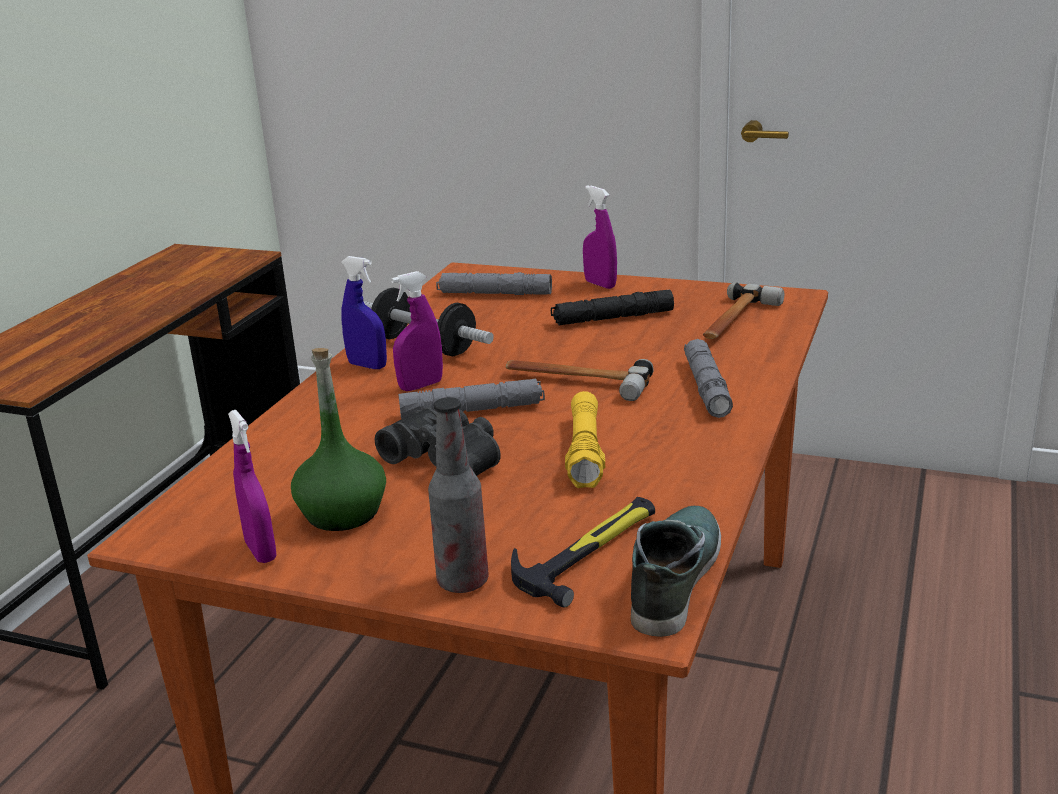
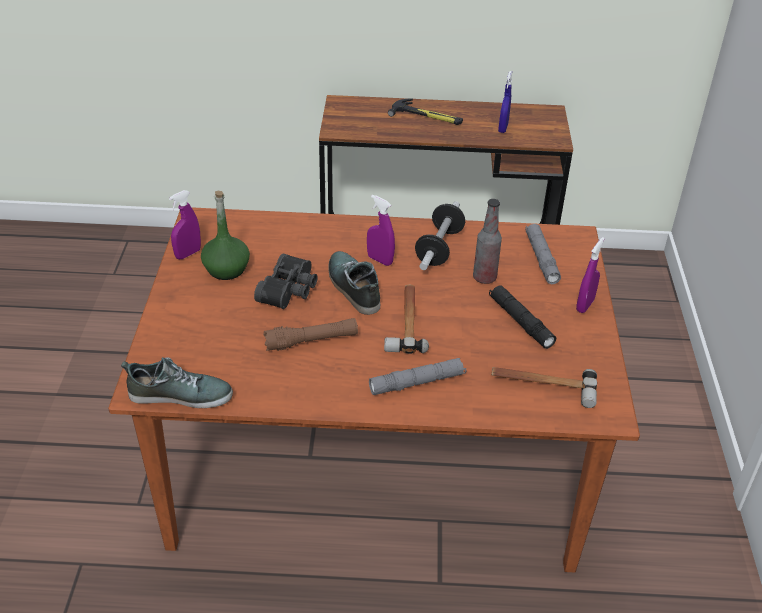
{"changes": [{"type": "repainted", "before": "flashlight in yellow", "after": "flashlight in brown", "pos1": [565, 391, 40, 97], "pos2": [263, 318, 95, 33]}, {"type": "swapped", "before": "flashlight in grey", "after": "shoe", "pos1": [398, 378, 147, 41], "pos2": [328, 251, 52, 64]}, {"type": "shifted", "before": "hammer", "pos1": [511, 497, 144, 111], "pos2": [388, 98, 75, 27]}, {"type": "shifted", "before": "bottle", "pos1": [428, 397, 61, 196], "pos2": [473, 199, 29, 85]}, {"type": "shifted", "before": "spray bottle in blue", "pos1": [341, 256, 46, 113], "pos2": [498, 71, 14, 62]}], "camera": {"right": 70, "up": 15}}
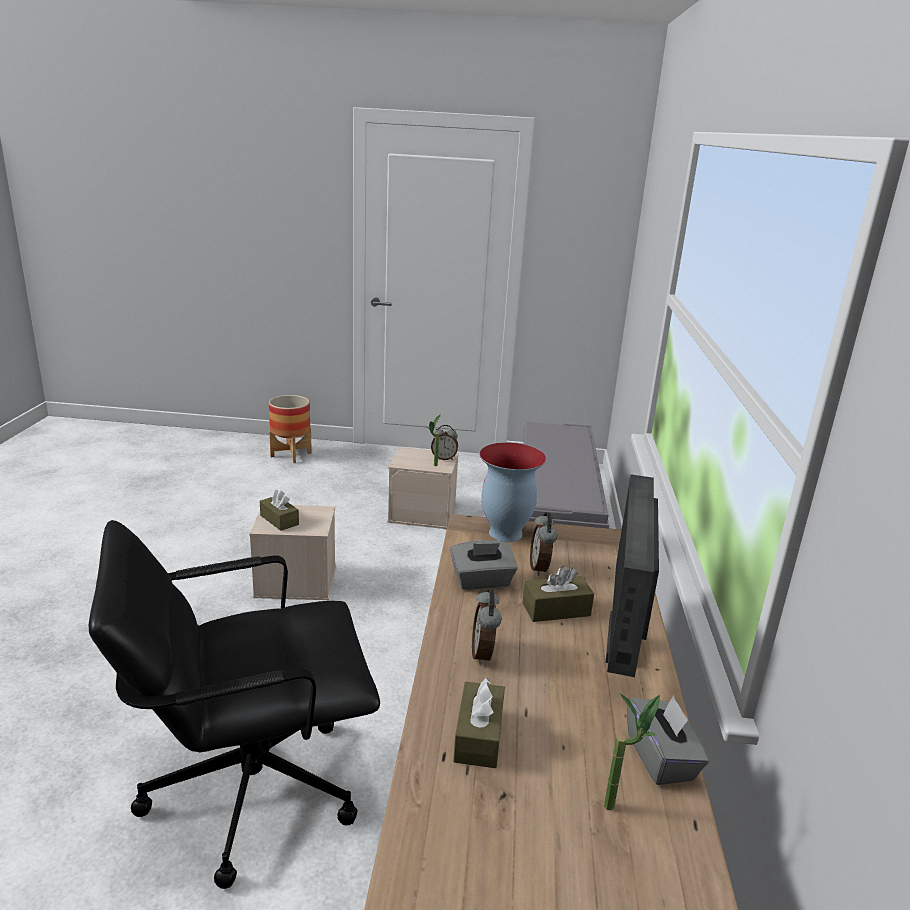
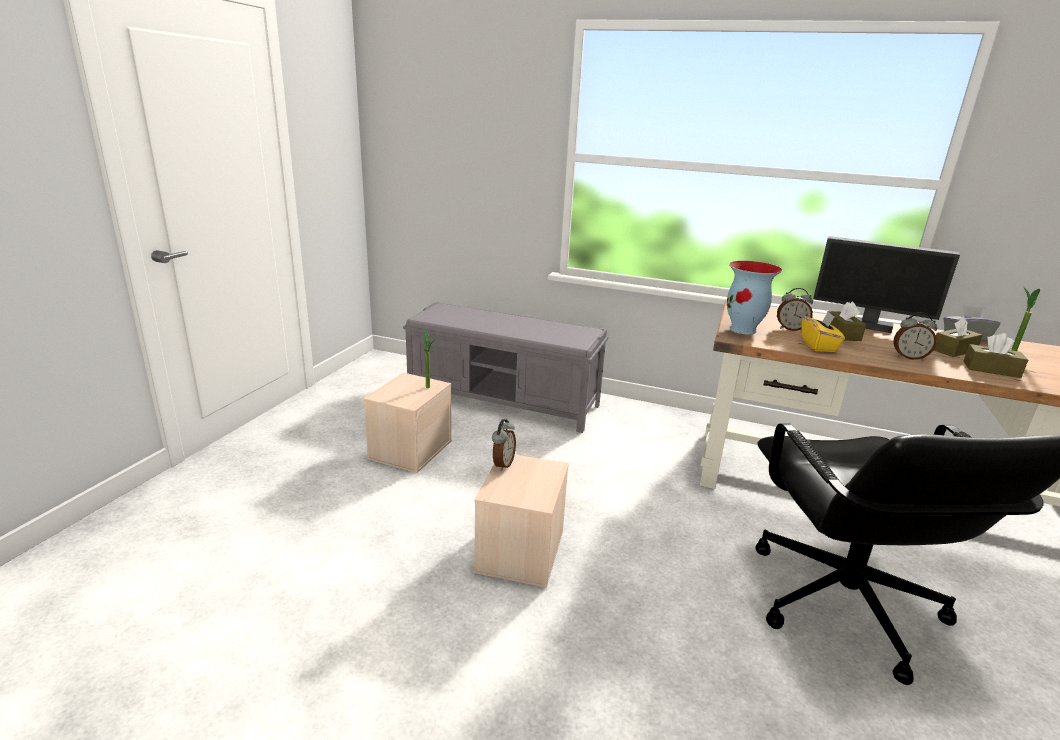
{"changes": [{"type": "shifted", "before": "alarm clock", "pos1": [431, 425, 27, 35], "pos2": [492, 419, 24, 52]}, {"type": "repainted", "before": "tissue box in grey", "after": "tissue box in yellow", "pos1": [450, 540, 68, 50], "pos2": [801, 311, 44, 41]}, {"type": "shifted", "before": "tissue box in brown", "pos1": [260, 489, 39, 42], "pos2": [934, 317, 49, 40]}, {"type": "gone", "before": "planter", "pos1": [269, 395, 43, 68]}], "camera": {"right": -75, "up": 0}}
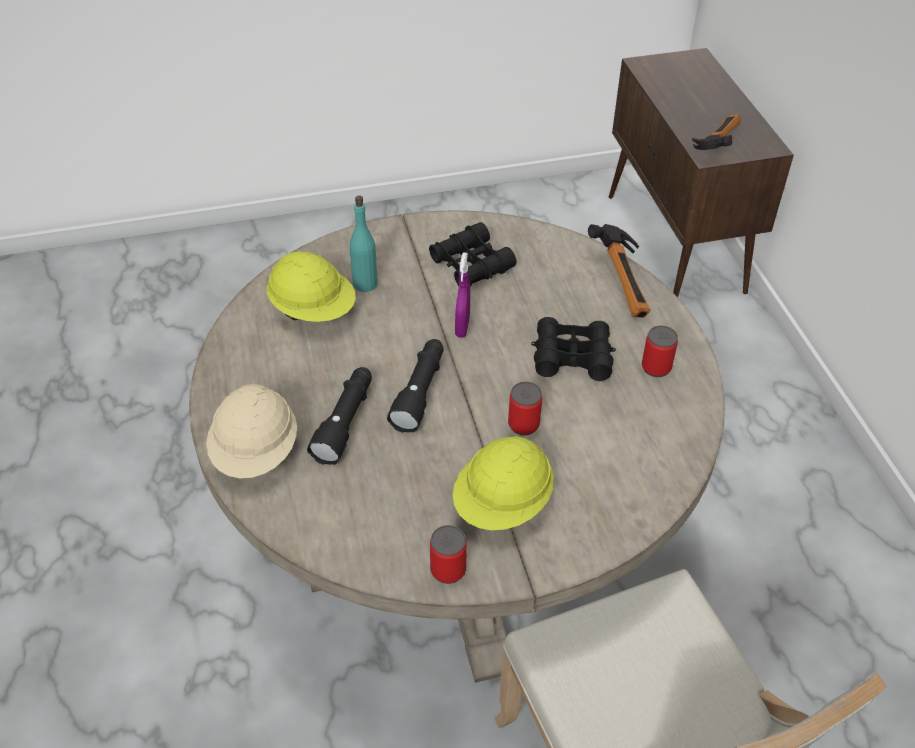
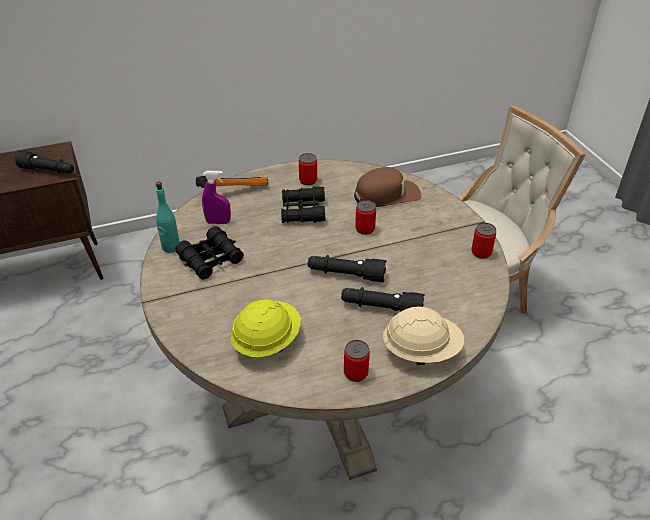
{"changes": [{"type": "swapped", "before": "hammer", "after": "flashlight in black", "pos1": [692, 114, 49, 36], "pos2": [15, 151, 59, 23]}, {"type": "shifted", "before": "bottle in turquoise", "pos1": [350, 195, 28, 97], "pos2": [156, 182, 24, 71]}, {"type": "shifted", "before": "spray bottle in purple", "pos1": [455, 252, 15, 86], "pos2": [202, 171, 29, 53]}, {"type": "new", "after": "can", "pos2": [344, 340, 26, 42]}, {"type": "new", "after": "cap in brown", "pos2": [354, 167, 67, 40]}, {"type": "gone", "before": "hard hat in yellow", "pos1": [453, 436, 101, 94]}], "camera": {"right": -95, "up": -5}}
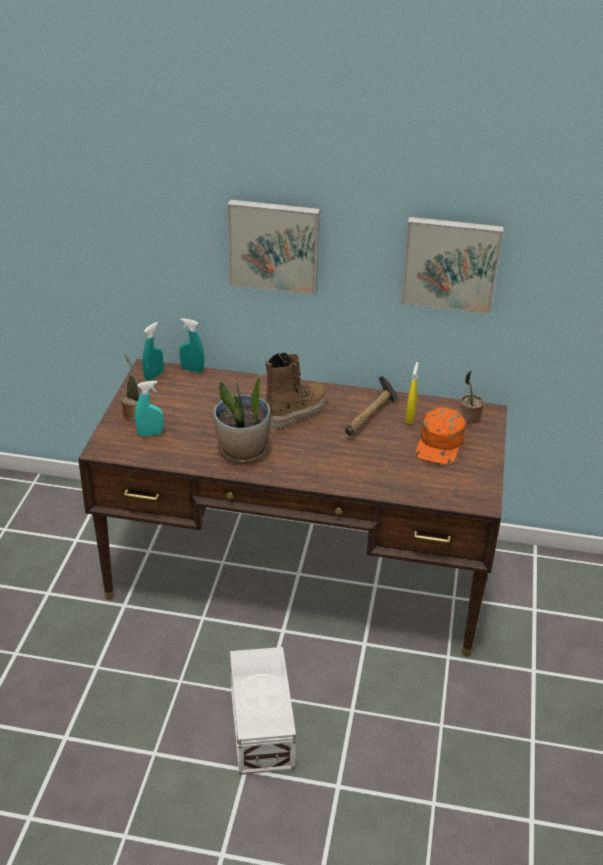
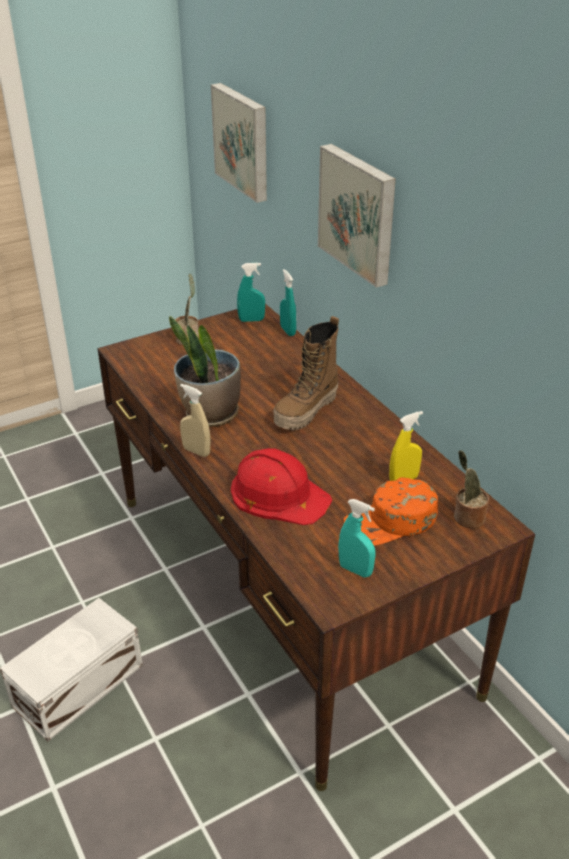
{"changes": [{"type": "new", "after": "spray bottle in beige", "pos2": [180, 384, 31, 73]}, {"type": "shifted", "before": "picture", "pos1": [400, 217, 104, 97], "pos2": [211, 83, 56, 120]}, {"type": "new", "after": "hard hat in red", "pos2": [231, 448, 101, 77]}, {"type": "rotated", "before": "boot", "pos1": [265, 353, 62, 78], "pos2": [274, 316, 65, 114], "turn": 120}, {"type": "shifted", "before": "spray bottle in turquoise", "pos1": [135, 381, 29, 56], "pos2": [338, 499, 38, 78]}, {"type": "gone", "before": "hammer", "pos1": [345, 376, 54, 60]}], "camera": {"right": 50, "up": 0}}
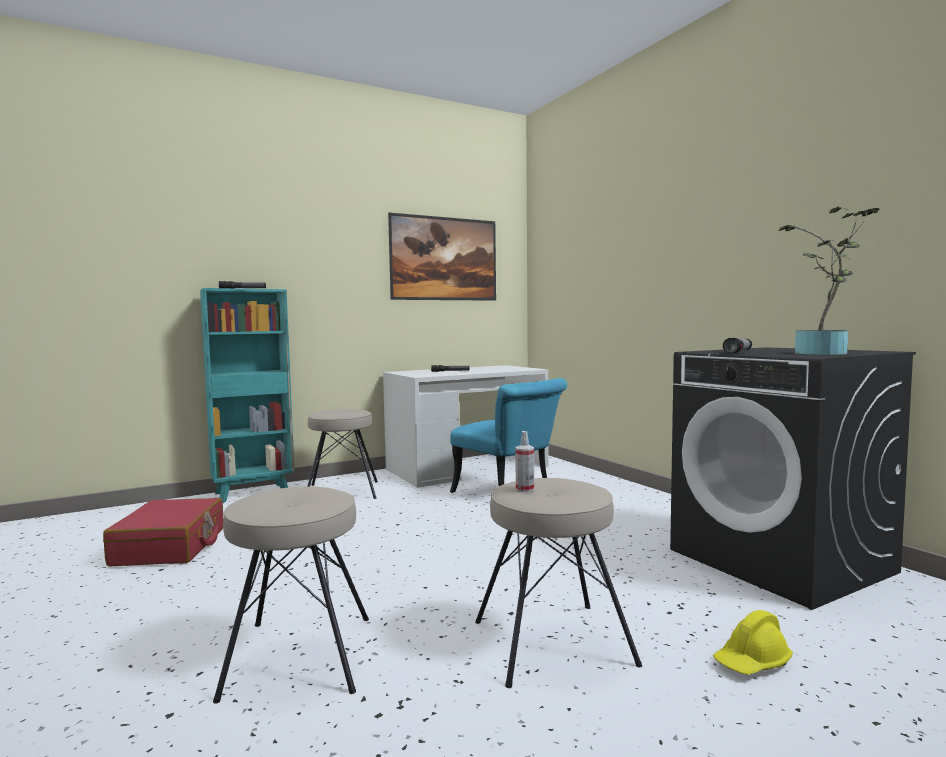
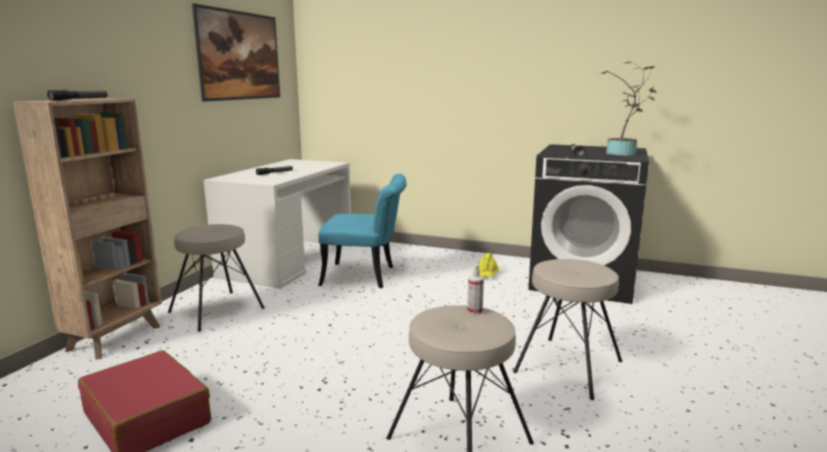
{"changes": [{"type": "repainted", "before": "bookcase in turquoise", "after": "bookcase in brown", "pos1": [200, 288, 95, 215], "pos2": [13, 98, 149, 261]}, {"type": "shifted", "before": "spray bottle", "pos1": [515, 431, 19, 61], "pos2": [467, 264, 17, 51]}, {"type": "shifted", "before": "hard hat in yellow", "pos1": [713, 610, 80, 65], "pos2": [478, 253, 21, 24]}], "camera": {"right": -40, "up": 10}}
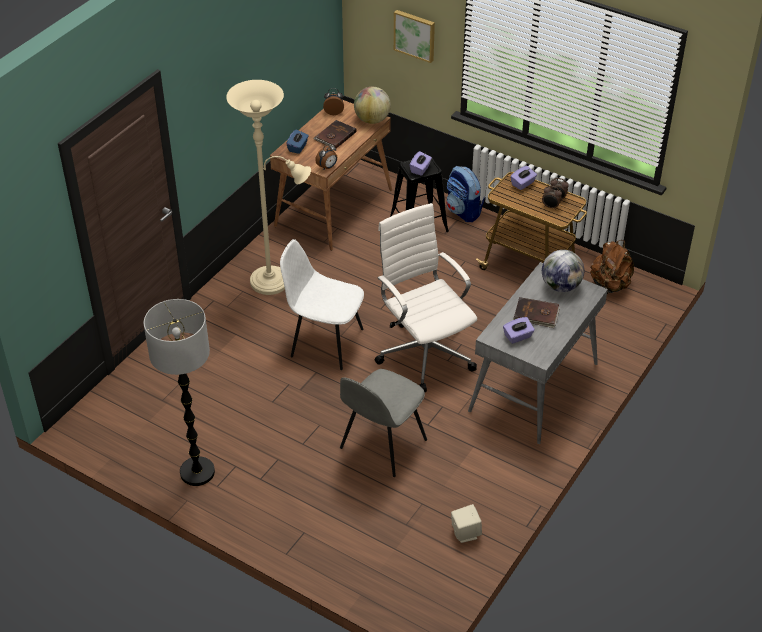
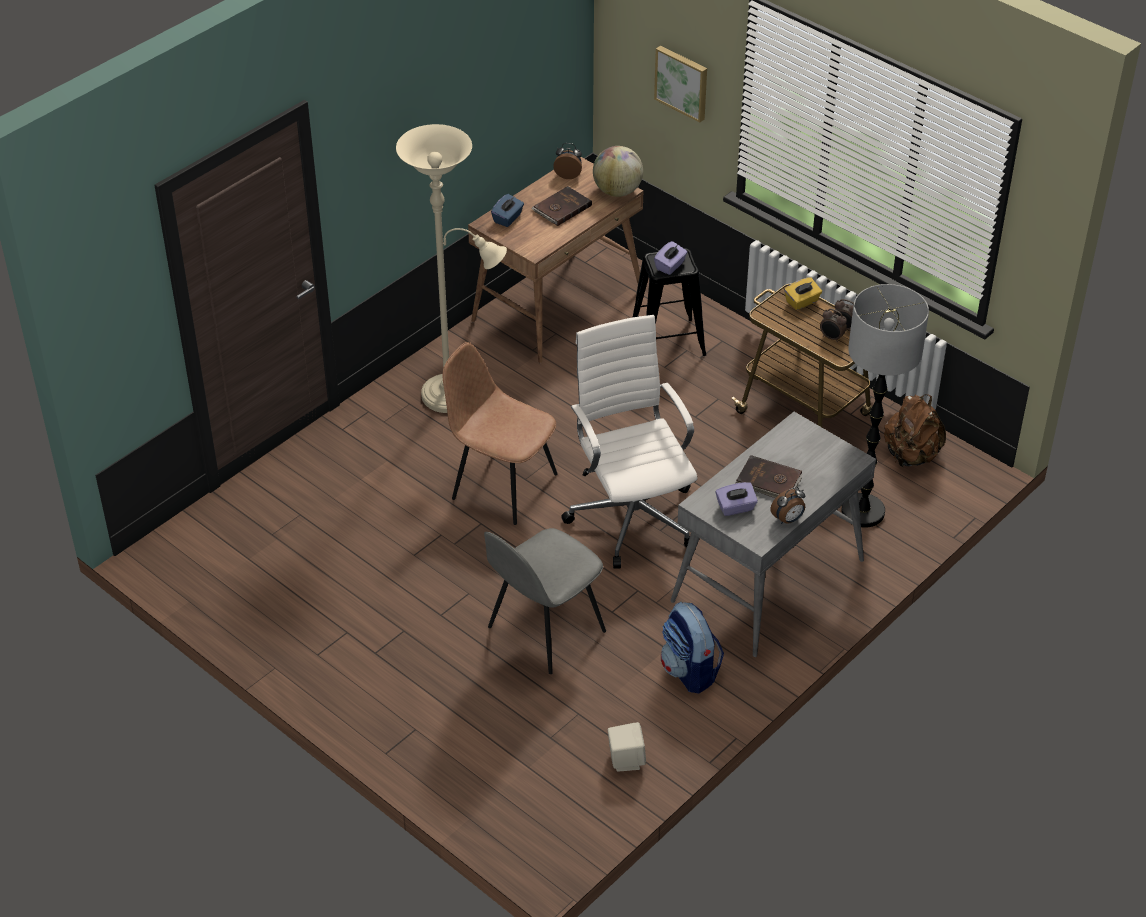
{"changes": [{"type": "repainted", "before": "chair in white", "after": "chair in brown", "pos1": [280, 239, 84, 131], "pos2": [443, 342, 115, 183]}, {"type": "shifted", "before": "backpack", "pos1": [446, 166, 39, 56], "pos2": [661, 602, 63, 92]}, {"type": "shifted", "before": "alarm clock", "pos1": [315, 143, 22, 26], "pos2": [770, 487, 35, 37]}, {"type": "repainted", "before": "tissue box in purple", "after": "tissue box in yellow", "pos1": [510, 166, 27, 24], "pos2": [784, 277, 38, 33]}, {"type": "shifted", "before": "floor lamp", "pos1": [144, 299, 71, 187], "pos2": [841, 284, 88, 244]}, {"type": "gone", "before": "globe", "pos1": [542, 250, 42, 42]}], "camera": {"right": 10, "up": 0}}
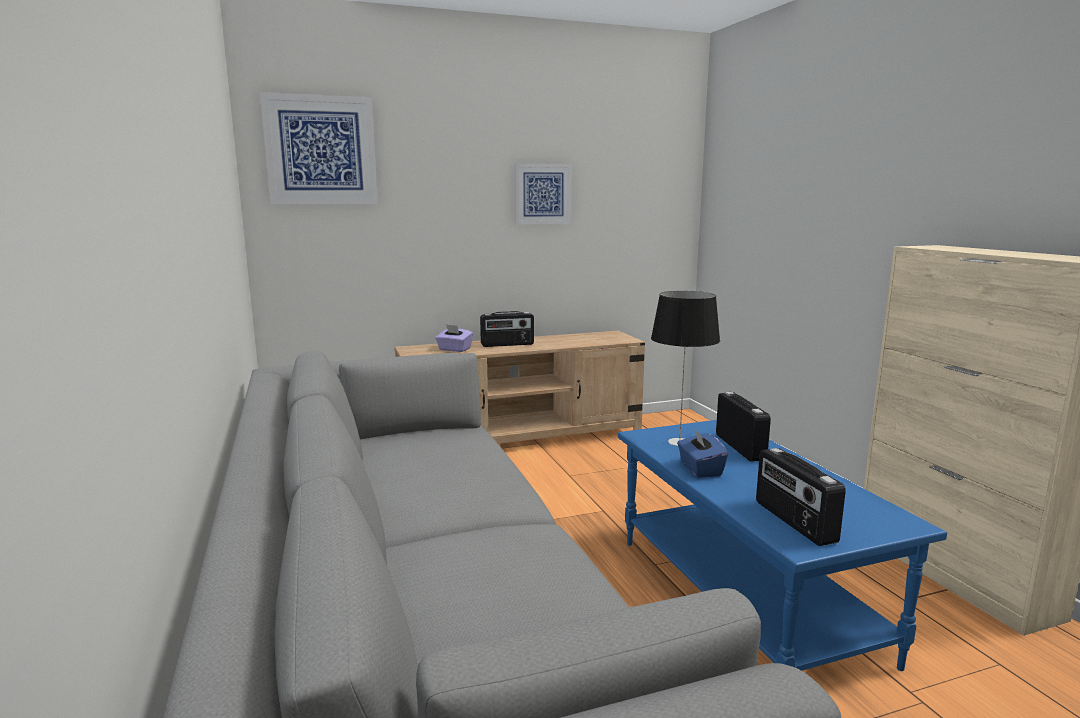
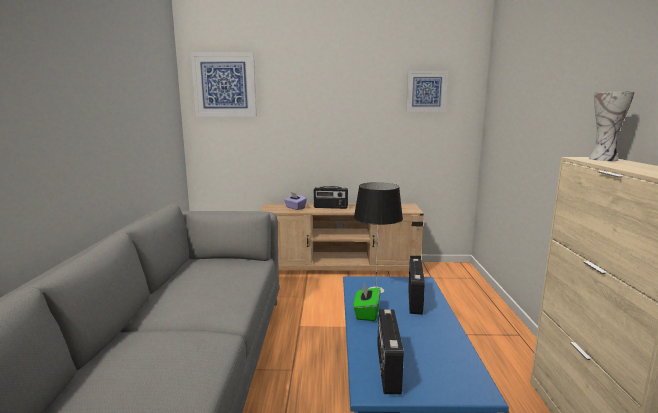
{"changes": [{"type": "repainted", "before": "tissue box in blue", "after": "tissue box in green", "pos1": [677, 428, 51, 50], "pos2": [353, 284, 28, 37]}, {"type": "shifted", "before": "picture", "pos1": [514, 163, 58, 62], "pos2": [406, 71, 42, 41]}, {"type": "new", "after": "vase", "pos2": [589, 92, 45, 69]}], "camera": {"right": 20, "up": 0}}
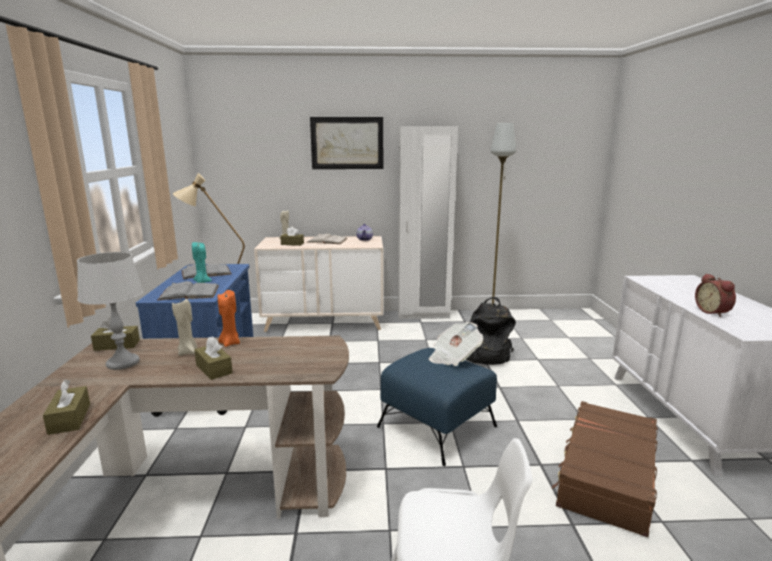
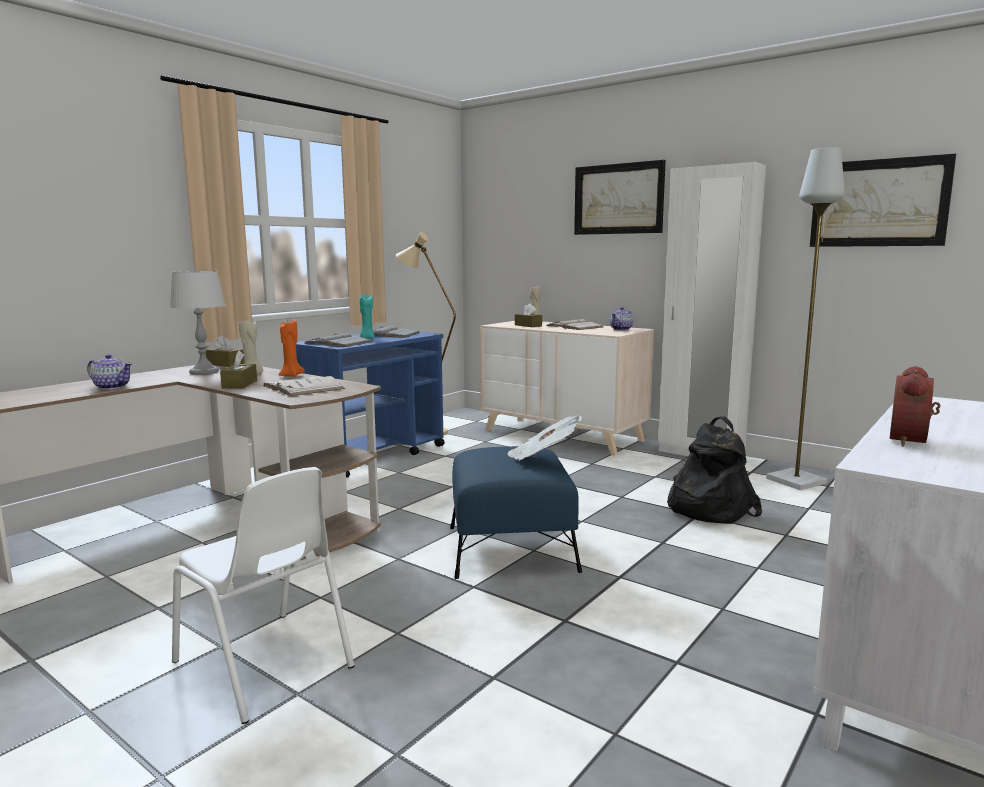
{"changes": [{"type": "swapped", "before": "tissue box in brown", "after": "teapot", "pos1": [43, 380, 47, 55], "pos2": [87, 354, 45, 36]}, {"type": "new", "after": "book in white", "pos2": [263, 376, 82, 20]}, {"type": "new", "after": "picture", "pos2": [810, 154, 146, 93]}, {"type": "gone", "before": "suitcase in brown", "pos1": [552, 401, 106, 136]}], "camera": {"right": 40, "up": -5}}
